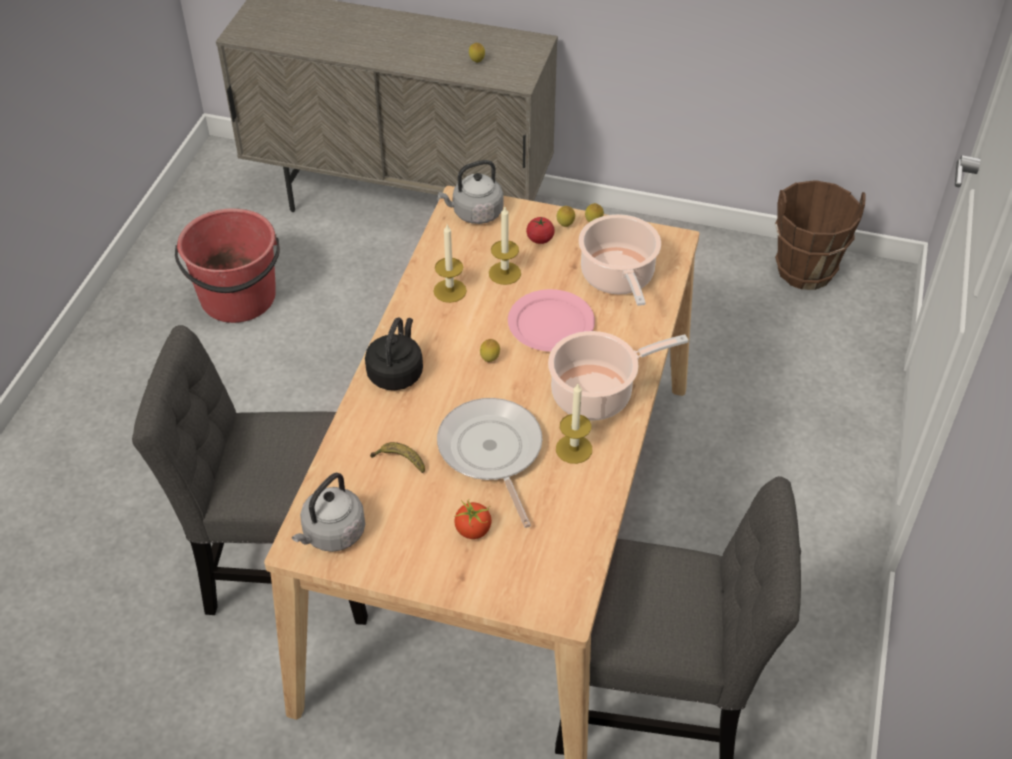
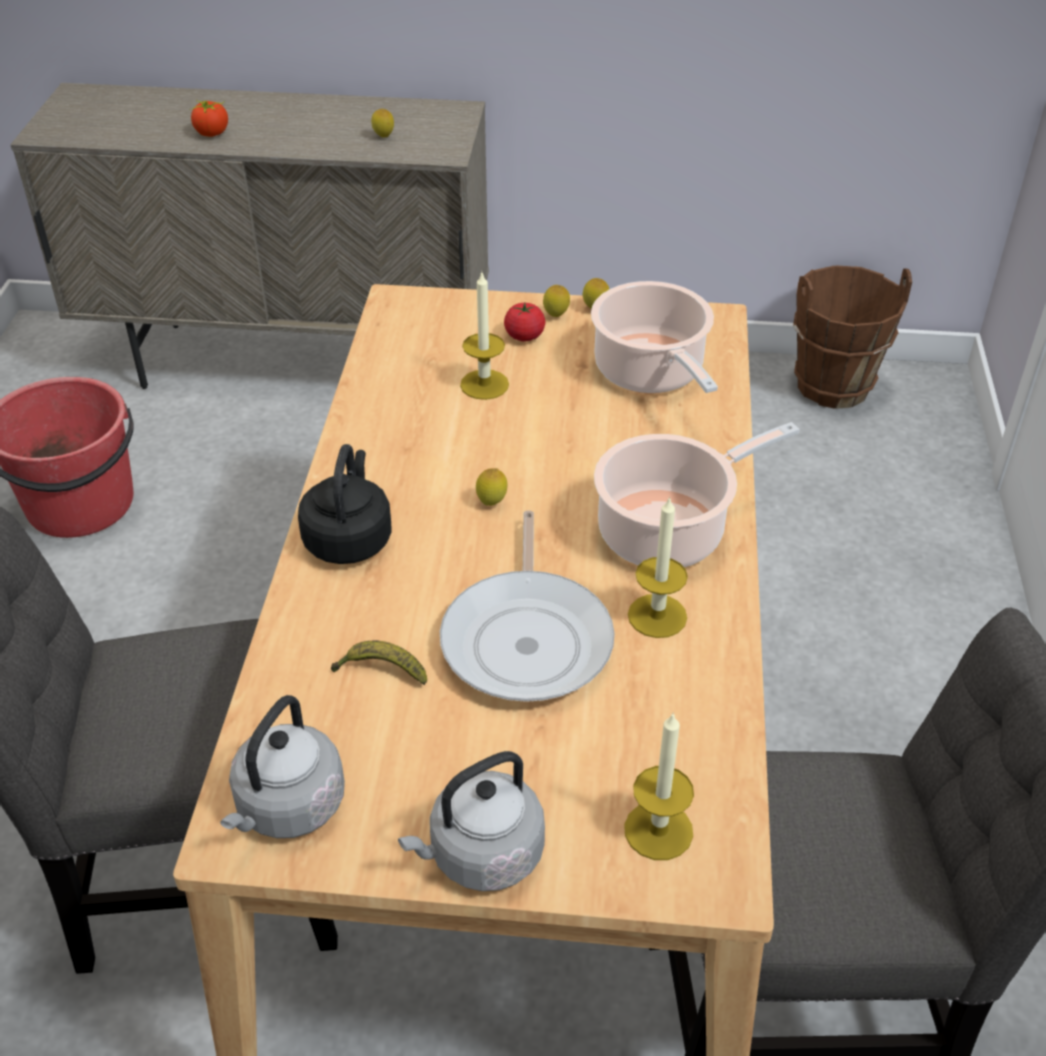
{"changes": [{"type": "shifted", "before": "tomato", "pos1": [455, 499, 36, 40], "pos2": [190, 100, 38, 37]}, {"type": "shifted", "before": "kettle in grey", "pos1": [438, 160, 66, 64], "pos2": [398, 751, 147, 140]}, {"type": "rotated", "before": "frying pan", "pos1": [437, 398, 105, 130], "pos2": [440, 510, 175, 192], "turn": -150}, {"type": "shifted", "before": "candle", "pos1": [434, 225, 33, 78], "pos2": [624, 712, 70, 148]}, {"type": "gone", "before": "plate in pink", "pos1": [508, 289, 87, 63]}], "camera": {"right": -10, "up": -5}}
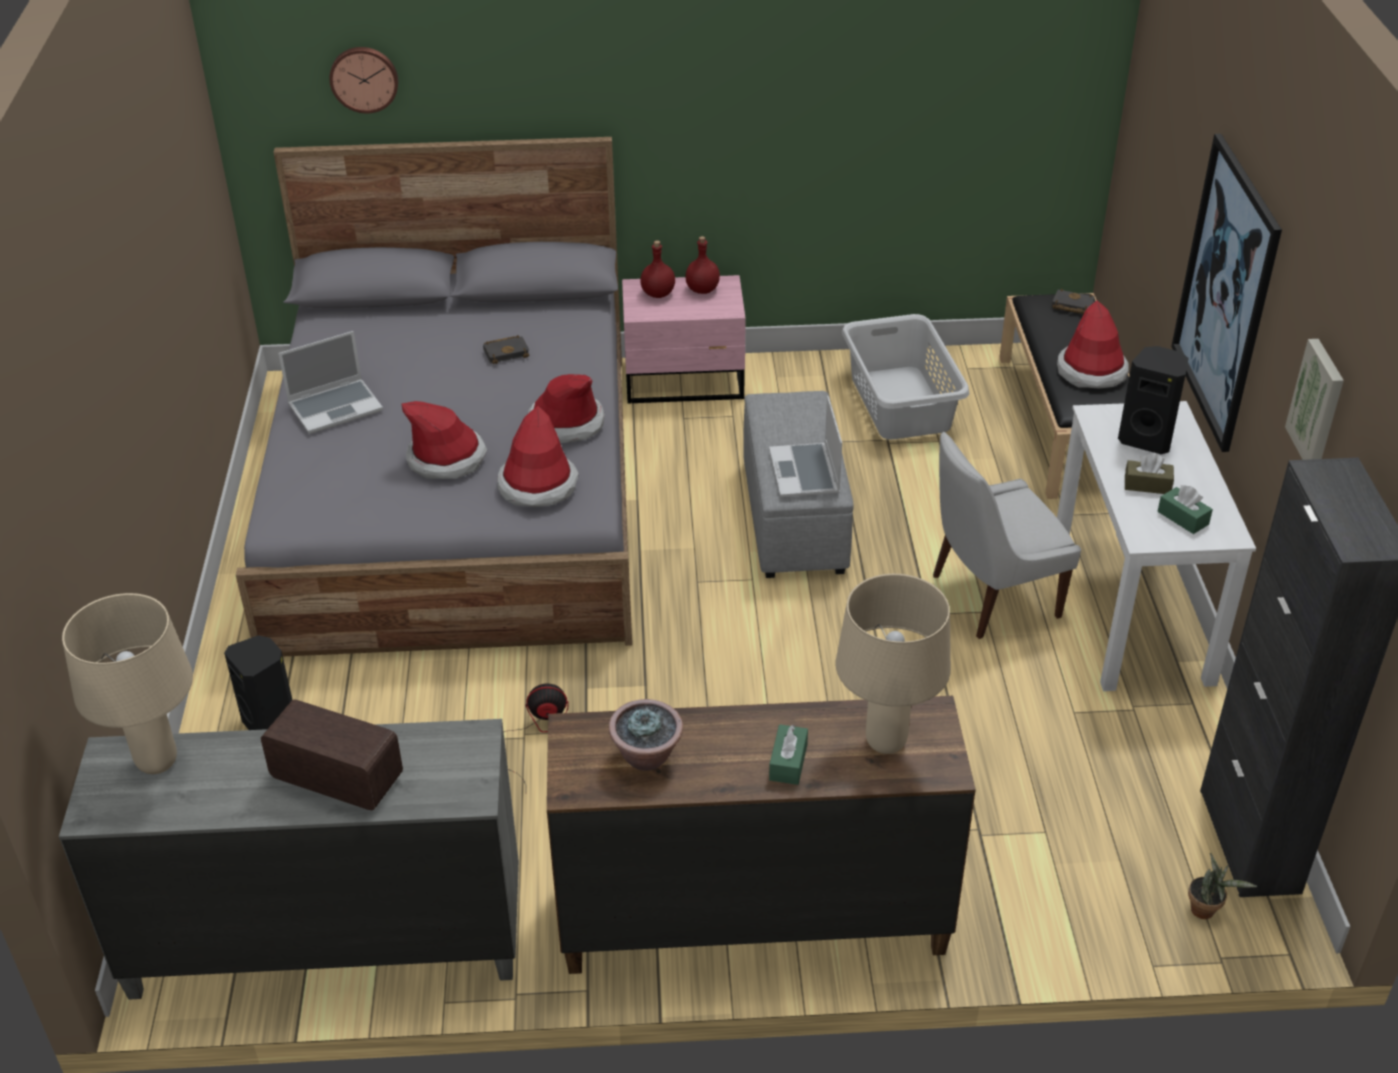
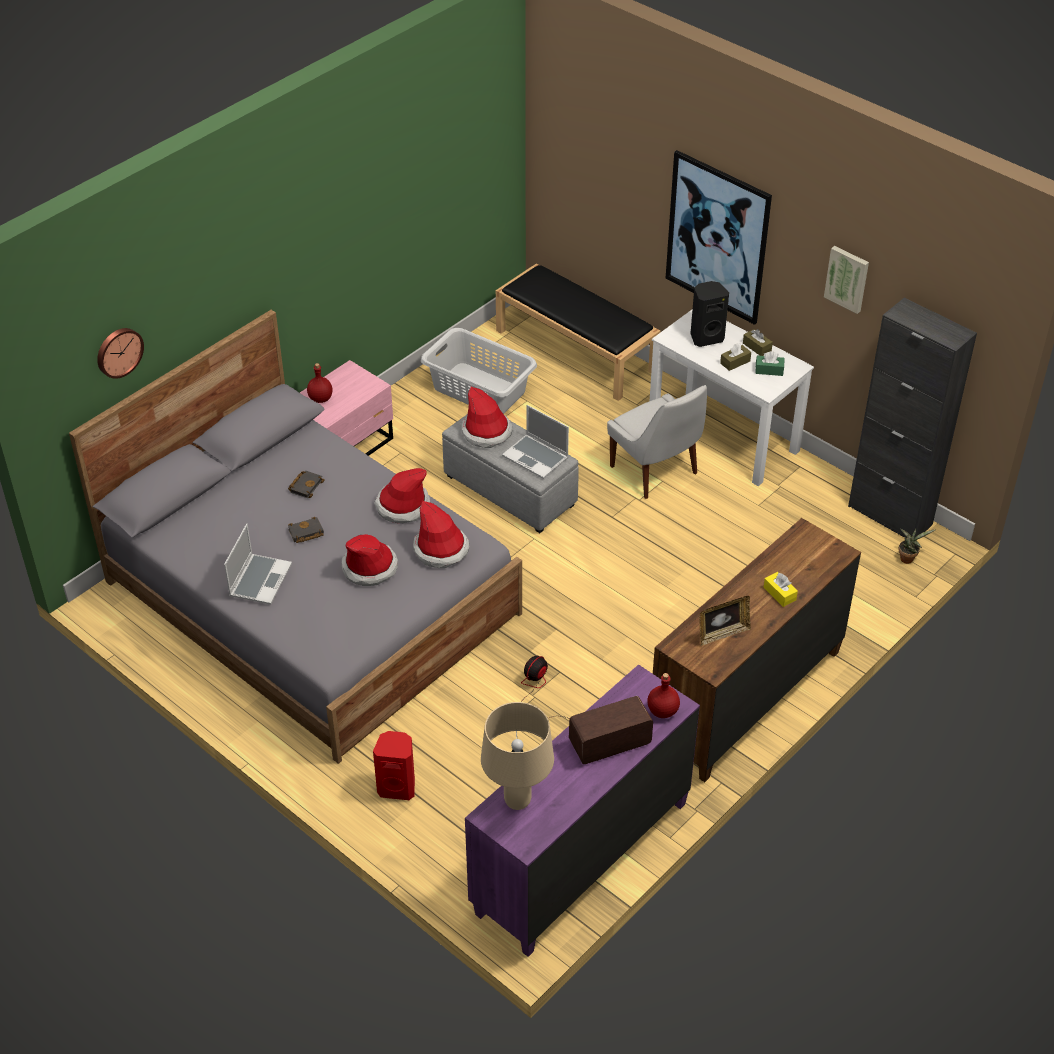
{"changes": [{"type": "shifted", "before": "book in black", "pos1": [1052, 289, 43, 25], "pos2": [288, 517, 36, 26]}, {"type": "repainted", "before": "speaker in black", "after": "speaker in red", "pos1": [224, 635, 68, 95], "pos2": [373, 731, 42, 69]}, {"type": "shifted", "before": "hat", "pos1": [1057, 300, 72, 89], "pos2": [461, 387, 52, 61]}, {"type": "repainted", "before": "dresser in grey", "after": "dresser in purple", "pos1": [59, 719, 460, 281], "pos2": [465, 664, 235, 293]}, {"type": "rotated", "before": "chair in white", "pos1": [933, 432, 148, 207], "pos2": [607, 385, 100, 114], "turn": -60}, {"type": "shifted", "before": "bottle in red", "pos1": [685, 236, 35, 58], "pos2": [647, 673, 33, 45]}, {"type": "swapped", "before": "potted plant", "after": "picture frame", "pos1": [609, 699, 74, 72], "pos2": [699, 596, 52, 50]}, {"type": "new", "after": "tissue box in brown", "pos2": [743, 329, 30, 27]}, {"type": "repainted", "before": "tissue box in green", "after": "tissue box in yellow", "pos1": [769, 724, 39, 61], "pos2": [763, 572, 35, 35]}, {"type": "gone", "before": "table lamp in beige", "pos1": [836, 574, 115, 180]}], "camera": {"right": -45, "up": 5}}
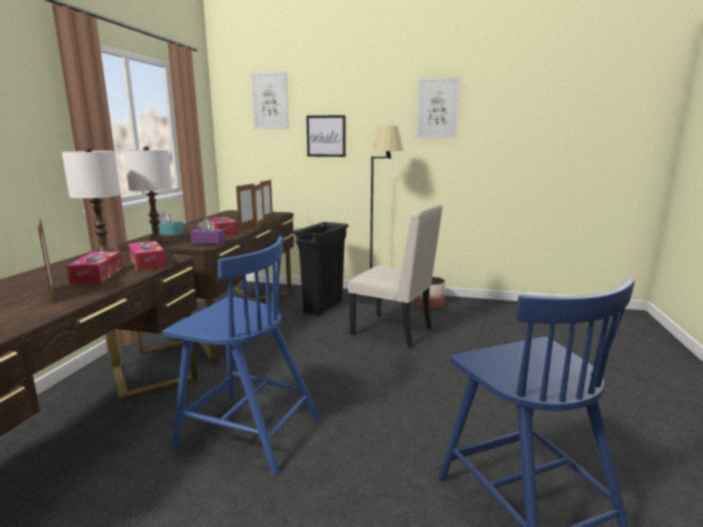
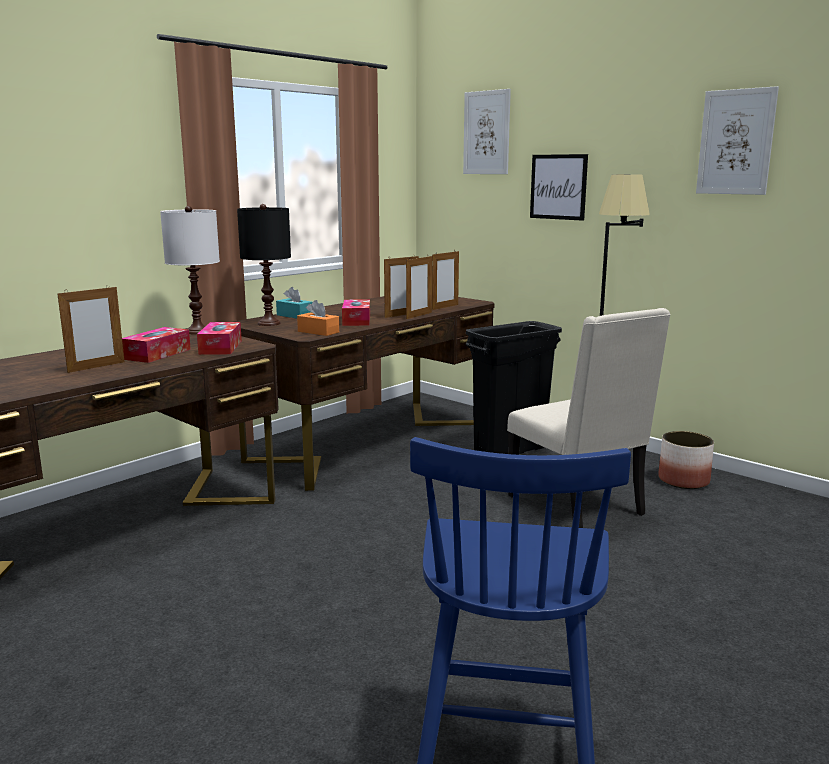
{"changes": [{"type": "rotated", "before": "picture frame", "pos1": [37, 219, 17, 84], "pos2": [57, 285, 67, 88], "turn": 45}, {"type": "repainted", "before": "table lamp in white", "after": "table lamp in black", "pos1": [124, 146, 48, 97], "pos2": [237, 204, 54, 122]}, {"type": "repainted", "before": "tissue box in purple", "after": "tissue box in orange", "pos1": [190, 219, 35, 26], "pos2": [297, 300, 42, 36]}, {"type": "gone", "before": "chair in blue", "pos1": [163, 236, 157, 239]}], "camera": {"right": 30, "up": 0}}
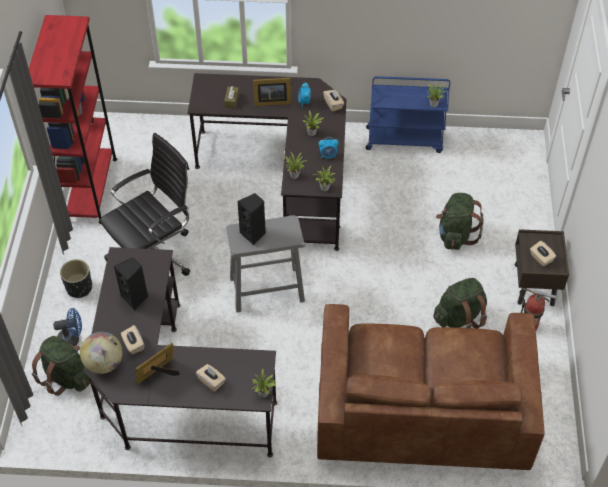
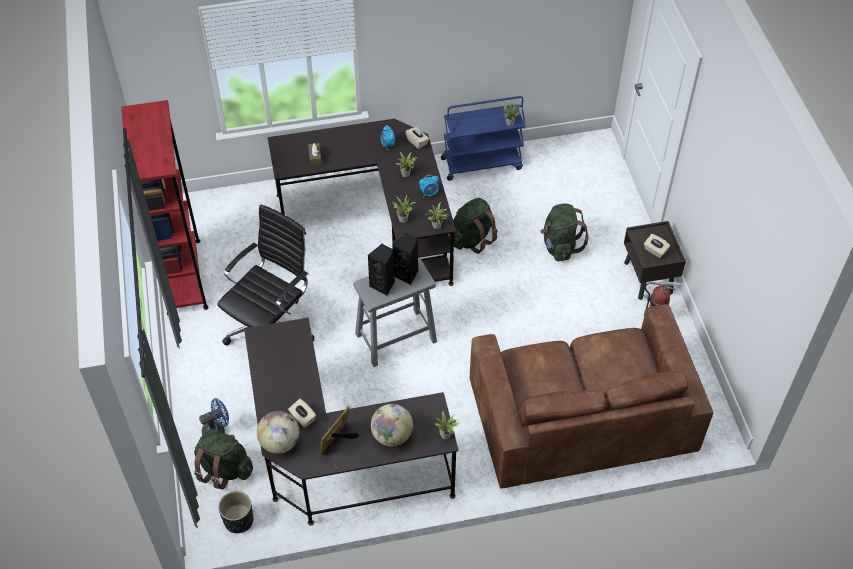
{"changes": [{"type": "shifted", "before": "planter in black", "pos1": [60, 259, 32, 39], "pos2": [218, 491, 35, 42]}, {"type": "swapped", "before": "tissue box in beige", "after": "globe", "pos1": [196, 364, 30, 28], "pos2": [371, 404, 42, 42]}, {"type": "shifted", "before": "speaker in black", "pos1": [114, 257, 34, 53], "pos2": [392, 233, 26, 52]}, {"type": "shifted", "before": "backpack in green", "pos1": [433, 278, 54, 51], "pos2": [449, 198, 49, 56]}, {"type": "gone", "before": "picture frame", "pos1": [253, 78, 38, 28]}], "camera": {"right": -15, "up": 0}}
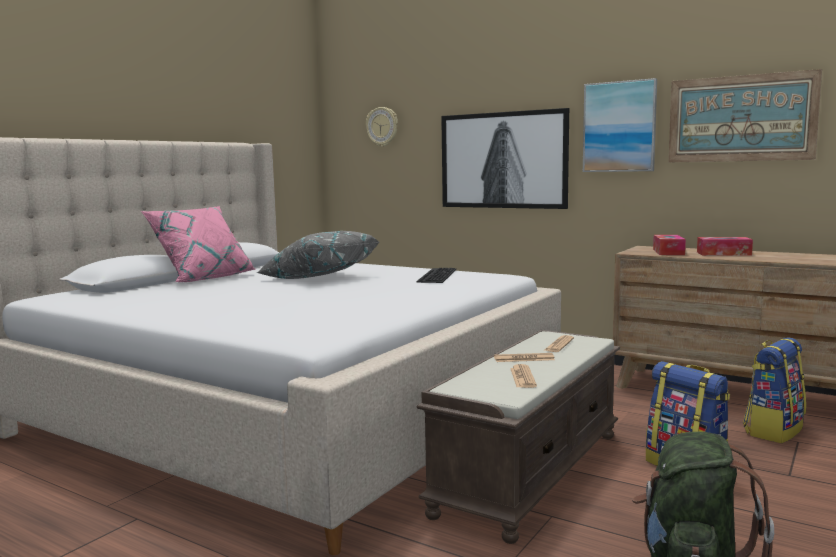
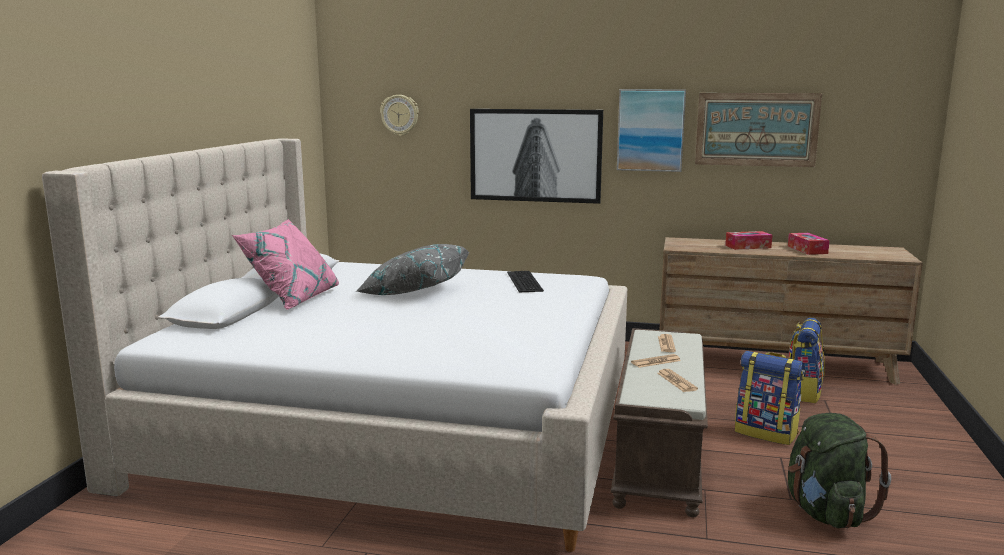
{"changes": [{"type": "shifted", "before": "tissue box", "pos1": [653, 235, 33, 20], "pos2": [788, 233, 42, 22]}], "camera": {"right": -20, "up": 5}}
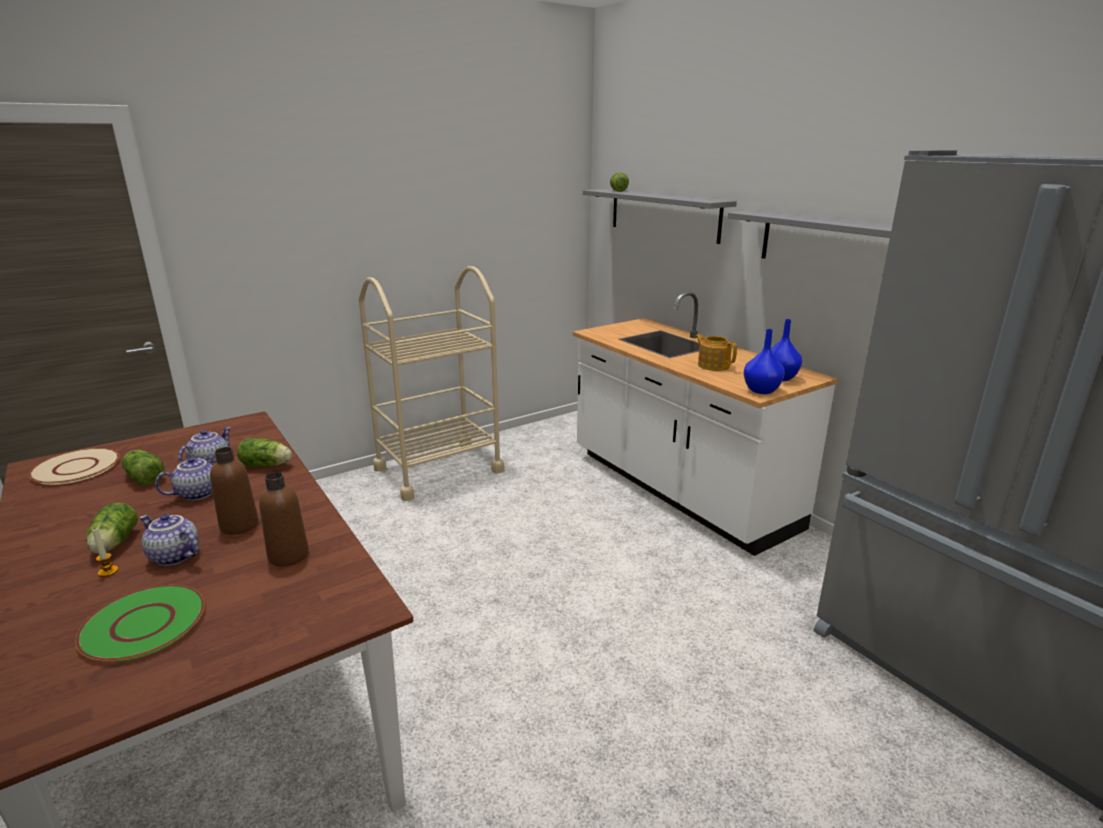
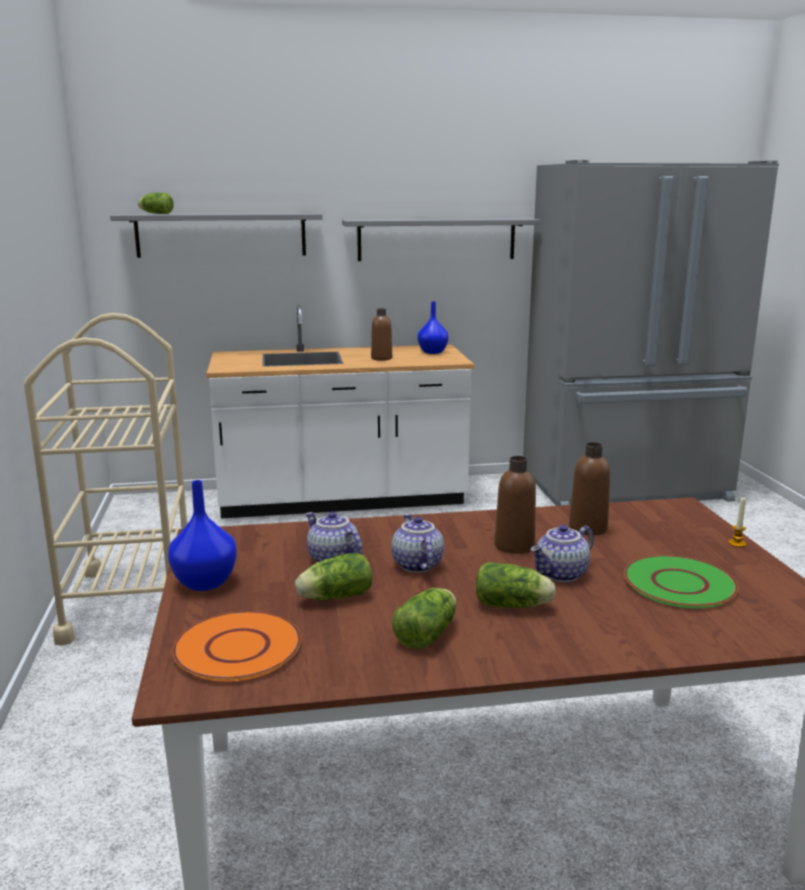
{"changes": [{"type": "shifted", "before": "vase in blue", "pos1": [743, 329, 42, 65], "pos2": [168, 480, 69, 111]}, {"type": "repainted", "before": "plate in beige", "after": "plate in orange", "pos1": [28, 448, 92, 37], "pos2": [172, 611, 129, 71]}, {"type": "swapped", "before": "teapot", "after": "bottle in brown", "pos1": [695, 334, 42, 37], "pos2": [371, 308, 21, 53]}, {"type": "shifted", "before": "lettuce", "pos1": [237, 438, 55, 29], "pos2": [392, 588, 65, 61]}, {"type": "shifted", "before": "candle", "pos1": [92, 528, 26, 49], "pos2": [728, 497, 18, 50]}], "camera": {"right": -65, "up": -5}}
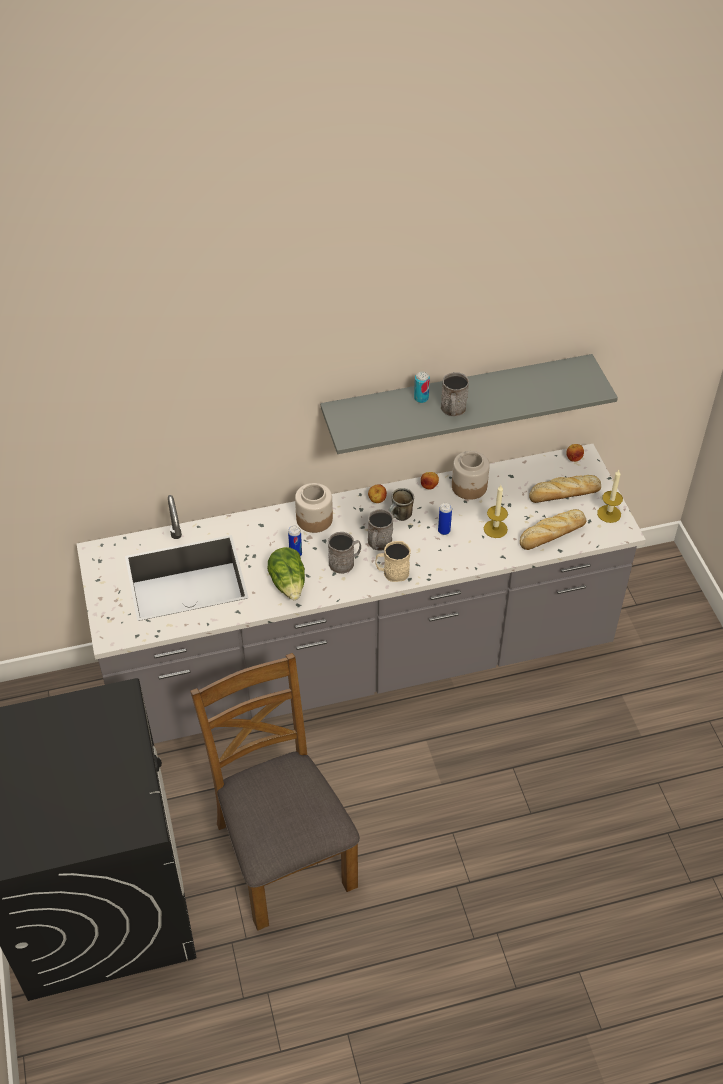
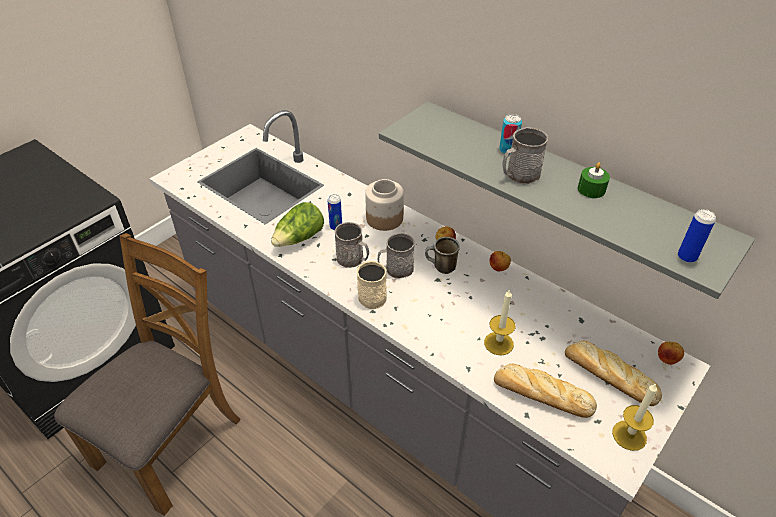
{"changes": [{"type": "new", "after": "candle in green", "pos2": [578, 162, 32, 36]}, {"type": "shifted", "before": "can", "pos1": [438, 503, 14, 32], "pos2": [678, 209, 38, 54]}, {"type": "gone", "before": "jar", "pos1": [452, 451, 38, 49]}], "camera": {"right": 55, "up": -5}}
